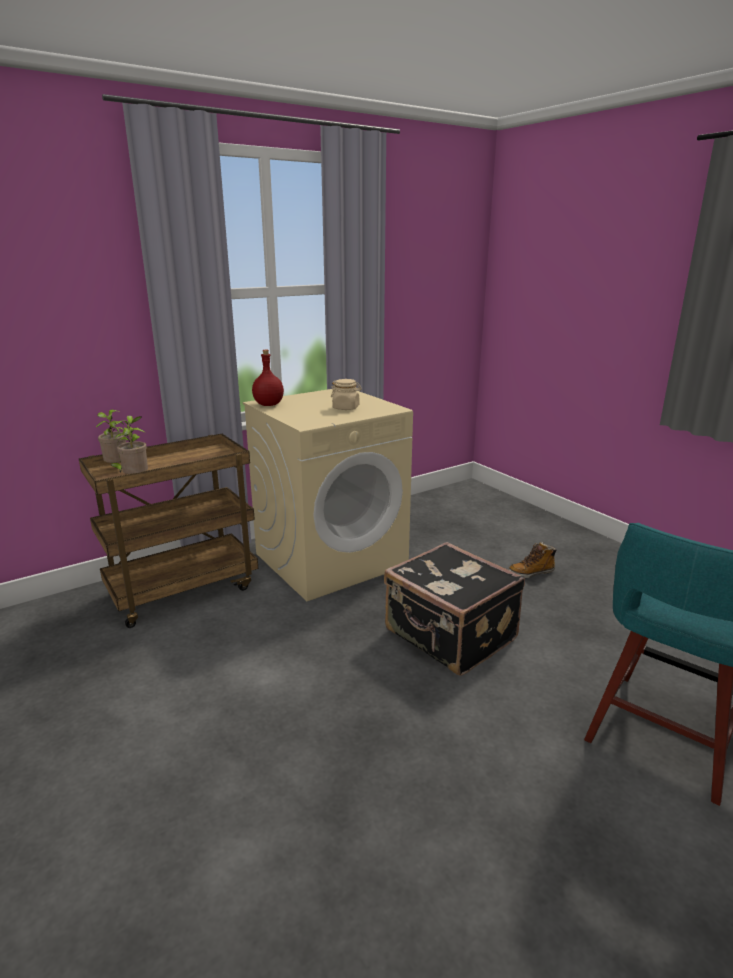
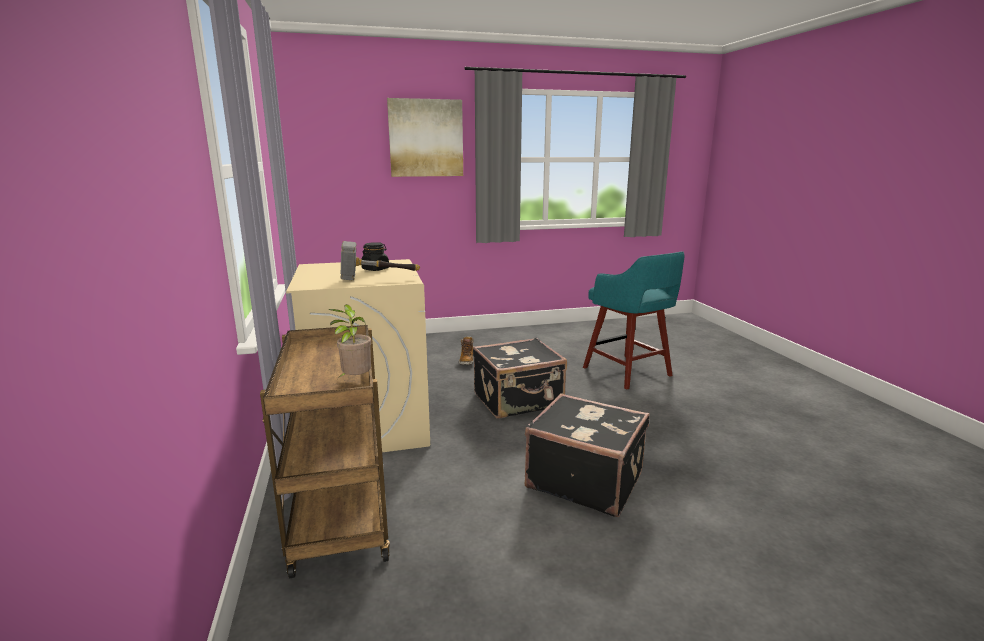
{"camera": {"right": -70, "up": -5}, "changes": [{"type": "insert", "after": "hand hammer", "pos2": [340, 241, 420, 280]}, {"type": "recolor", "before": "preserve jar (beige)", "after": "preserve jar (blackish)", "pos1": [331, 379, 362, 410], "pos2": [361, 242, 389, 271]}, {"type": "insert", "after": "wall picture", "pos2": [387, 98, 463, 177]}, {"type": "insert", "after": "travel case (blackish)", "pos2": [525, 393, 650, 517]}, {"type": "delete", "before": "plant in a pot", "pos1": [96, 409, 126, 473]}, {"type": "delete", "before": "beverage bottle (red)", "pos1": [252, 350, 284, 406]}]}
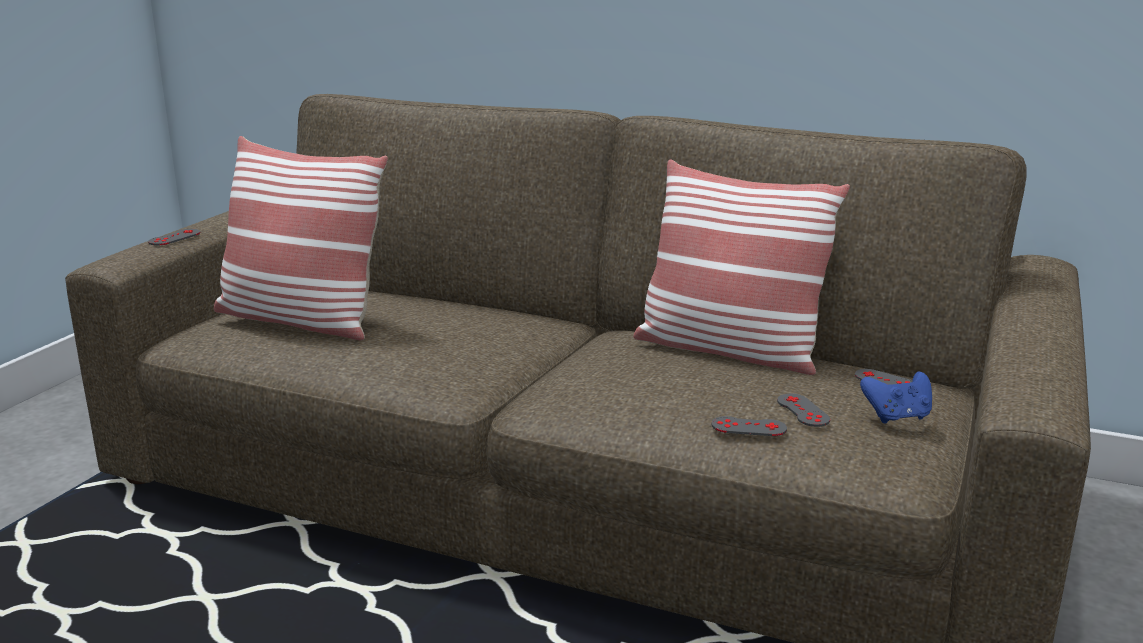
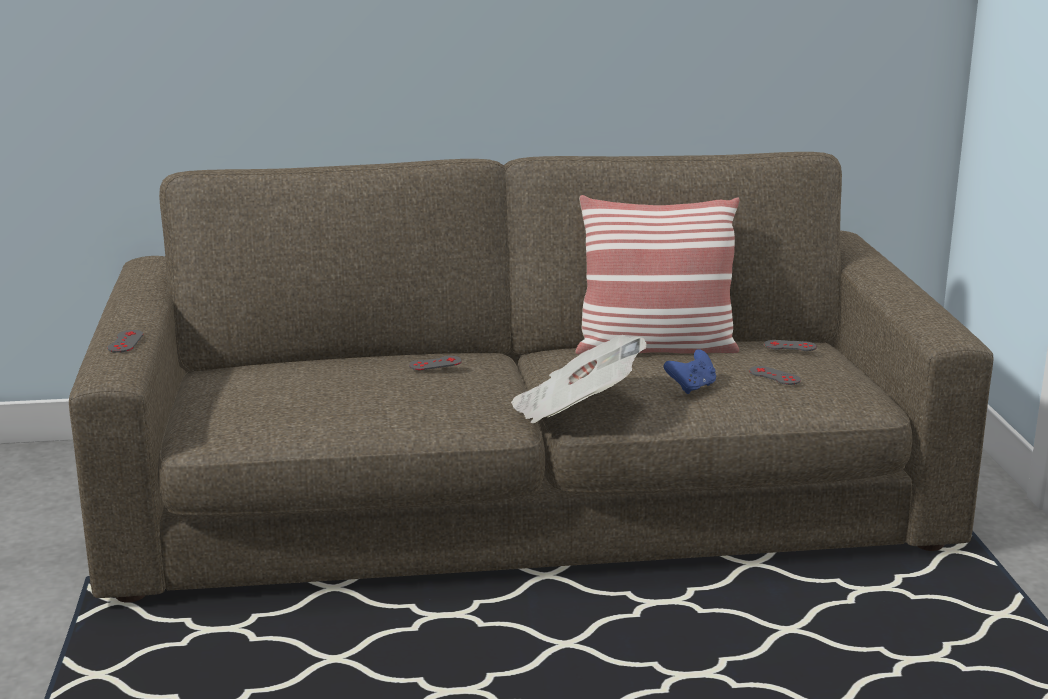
{"camera": {"right": -30, "up": 0}, "changes": [{"type": "move", "before": "game controller (grey)", "pos1": [712, 416, 787, 436], "pos2": [409, 356, 462, 370]}, {"type": "insert", "after": "printed paper", "pos2": [511, 335, 647, 423]}, {"type": "move", "before": "game controller (blue)", "pos1": [860, 371, 932, 424], "pos2": [664, 349, 716, 394]}, {"type": "delete", "before": "pillow", "pos1": [214, 136, 388, 341]}]}
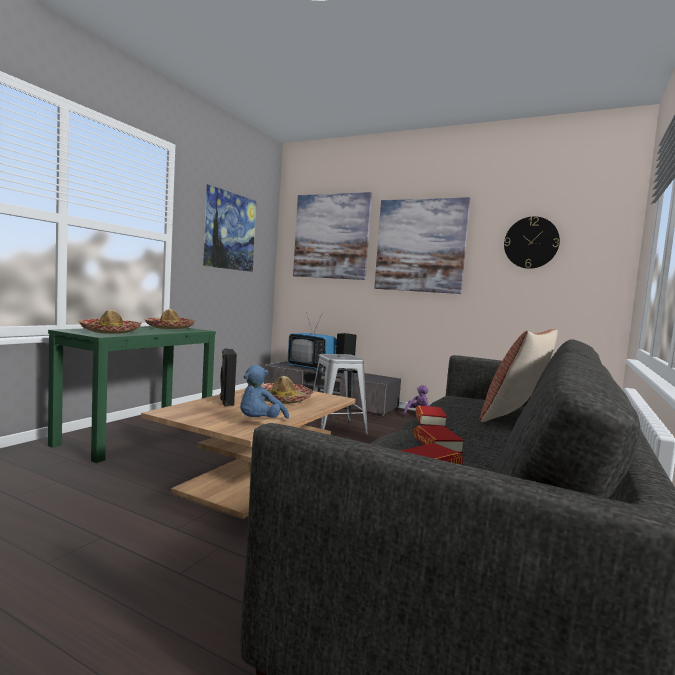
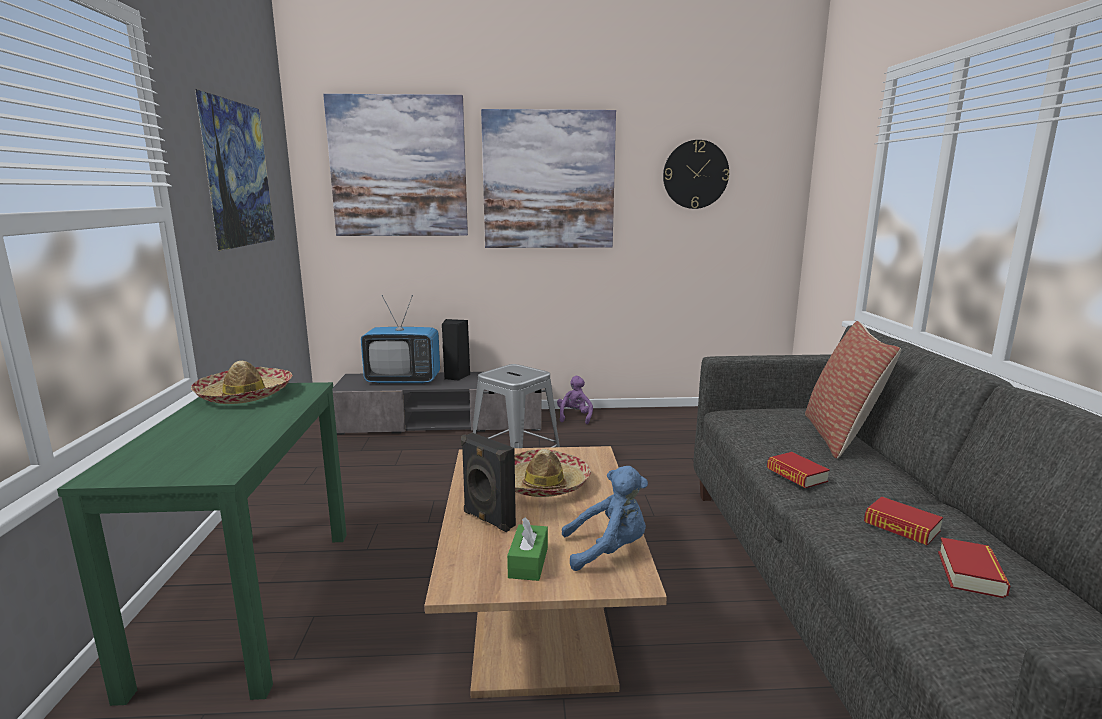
{"camera": {"right": -30, "up": 10}, "changes": [{"type": "insert", "after": "tissue box (greenish)", "pos2": [507, 517, 548, 581]}, {"type": "rotate", "before": "plush toy (blue)", "pos1": [240, 365, 289, 419], "pos2": [562, 466, 648, 571], "turn": -90}, {"type": "delete", "before": "hat", "pos1": [78, 309, 142, 334]}]}
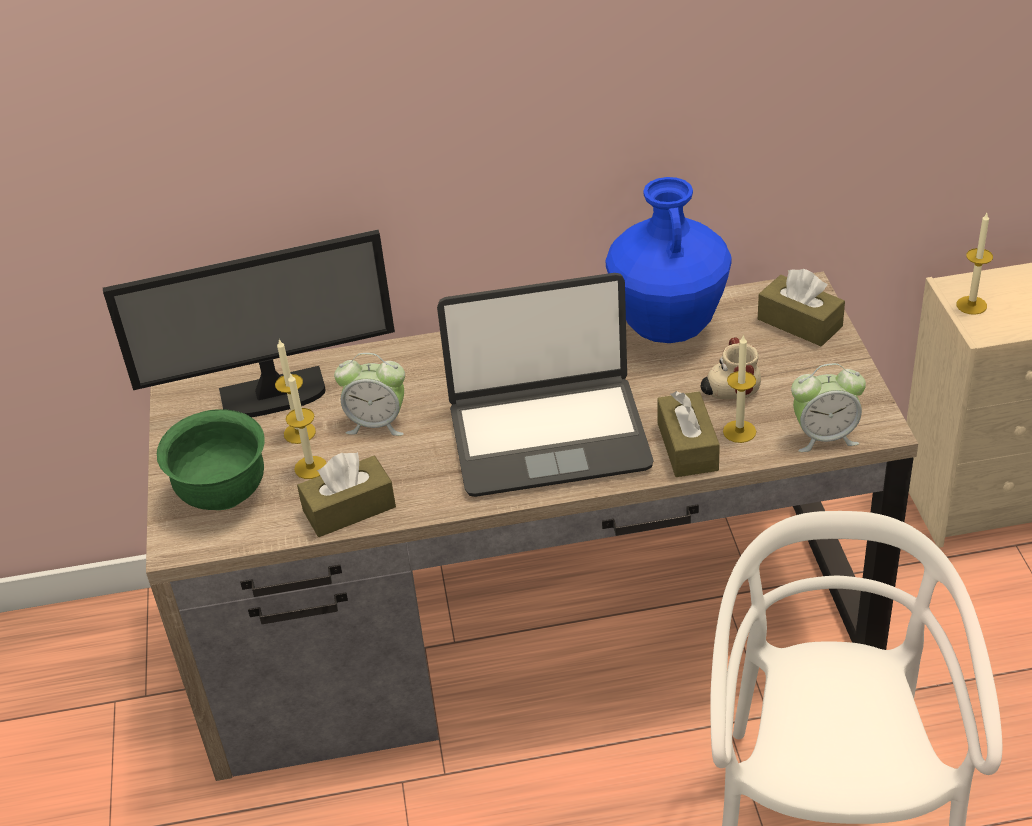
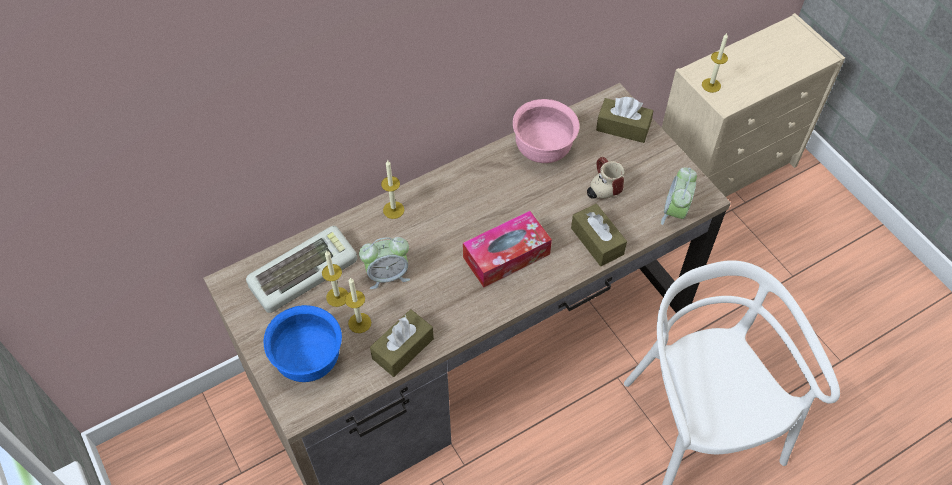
{"camera": {"right": -25, "up": 15}, "changes": [{"type": "replace", "before": "monitor", "after": "PC keyboard", "pos1": [103, 230, 395, 417], "pos2": [246, 226, 357, 313]}, {"type": "recolor", "before": "serving bowl (greenish)", "after": "serving bowl (blue)", "pos1": [157, 409, 265, 510], "pos2": [264, 305, 342, 382]}, {"type": "move", "before": "candle", "pos1": [723, 334, 756, 443], "pos2": [381, 160, 404, 219]}, {"type": "replace", "before": "notebook computer", "after": "tissue box", "pos1": [437, 273, 654, 497], "pos2": [463, 211, 552, 288]}, {"type": "replace", "before": "decorative vase (blue)", "after": "serving bowl (pinkish)", "pos1": [606, 177, 732, 343], "pos2": [513, 99, 580, 163]}, {"type": "rotate", "before": "table clock", "pos1": [791, 363, 866, 452], "pos2": [661, 167, 697, 225], "turn": 135}]}
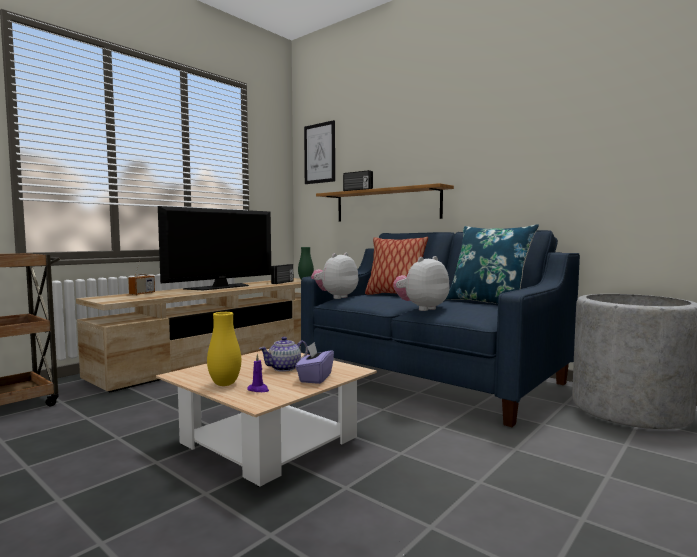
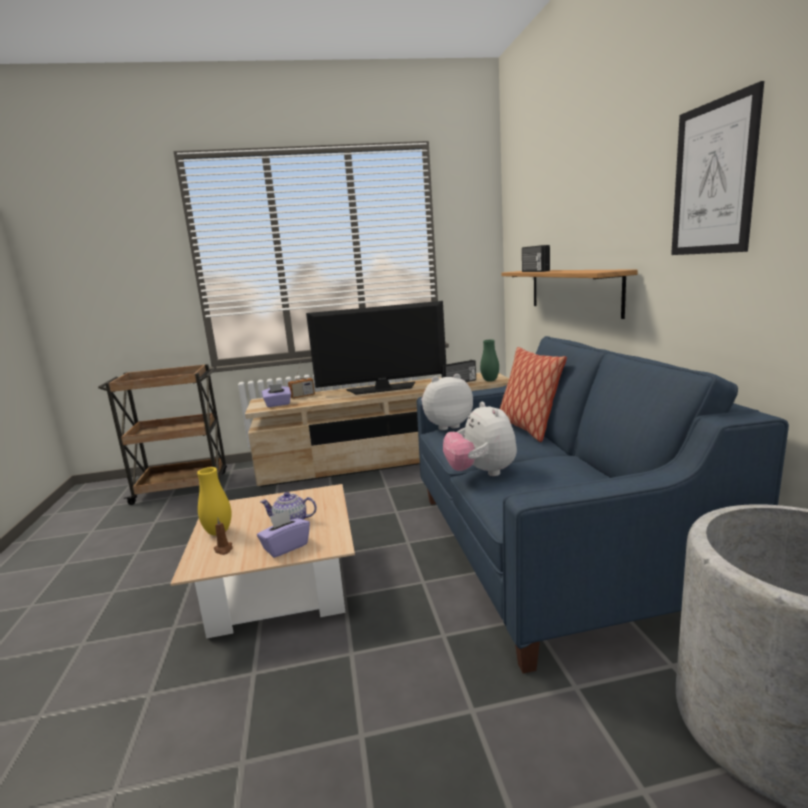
{"camera": {"right": 40, "up": 10}, "changes": [{"type": "recolor", "before": "candle (purple-coloured)", "after": "candle (brown-coloured)", "pos1": [247, 353, 269, 392], "pos2": [214, 518, 233, 555]}, {"type": "insert", "after": "tissue box (purple-coloured)", "pos2": [262, 384, 291, 407]}, {"type": "rotate", "before": "plush toy", "pos1": [393, 256, 450, 311], "pos2": [443, 402, 517, 476], "turn": -105}, {"type": "move", "before": "wall picture", "pos1": [304, 120, 335, 184], "pos2": [671, 81, 764, 255]}, {"type": "delete", "before": "pillow (blue)", "pos1": [445, 224, 539, 304]}]}
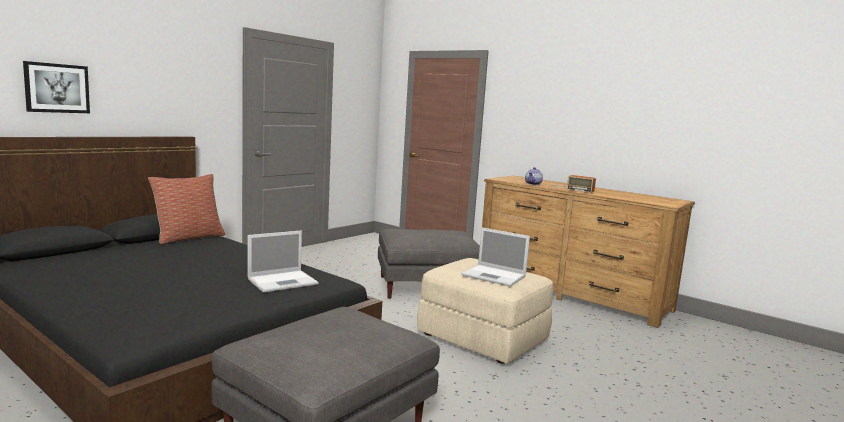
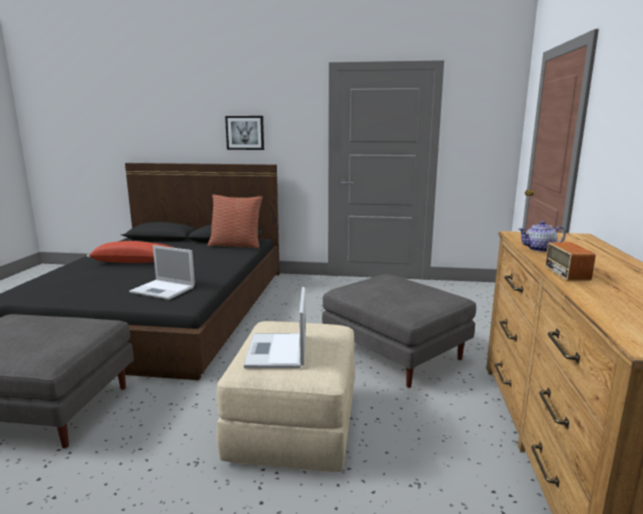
{"camera": {"right": 60, "up": 5}, "changes": [{"type": "insert", "after": "pillow (red)", "pos2": [87, 241, 174, 263]}, {"type": "move", "before": "wall picture", "pos1": [23, 61, 90, 113], "pos2": [225, 116, 264, 150]}]}
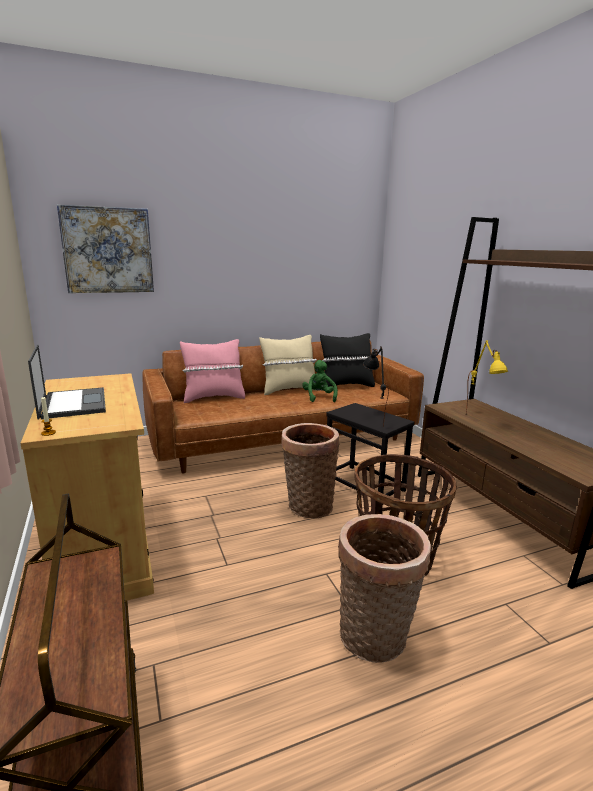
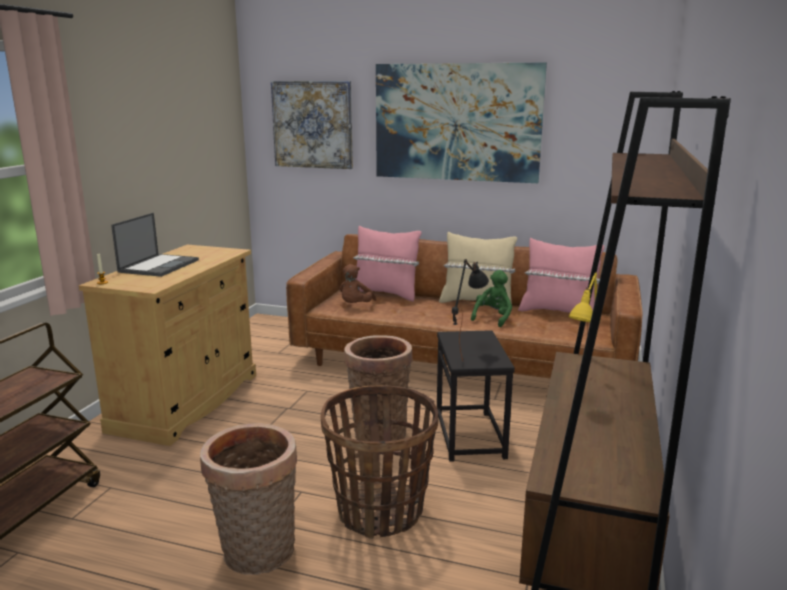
{"camera": {"right": 40, "up": 0}, "changes": [{"type": "insert", "after": "plush toy (brown-coloured)", "pos2": [339, 264, 376, 303]}, {"type": "insert", "after": "wall picture", "pos2": [376, 62, 547, 183]}, {"type": "recolor", "before": "pillow (blackish)", "after": "pillow (pinkish)", "pos1": [320, 333, 375, 387], "pos2": [518, 238, 604, 313]}]}
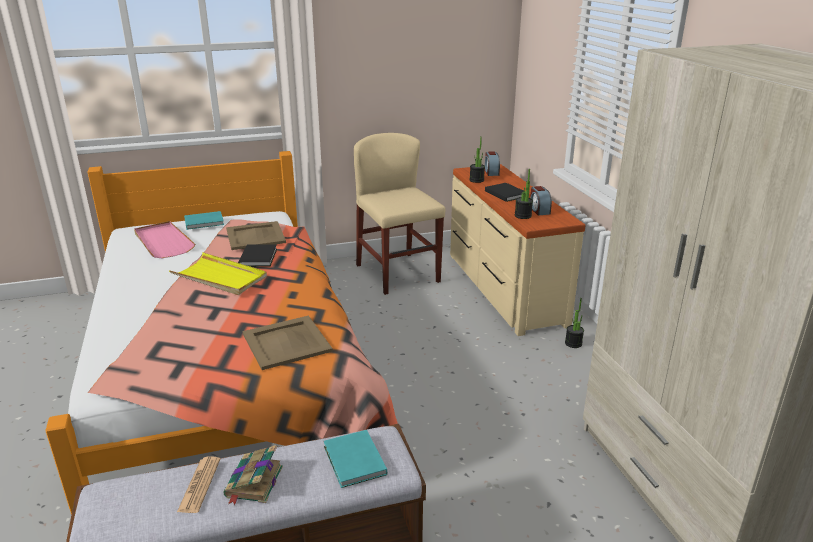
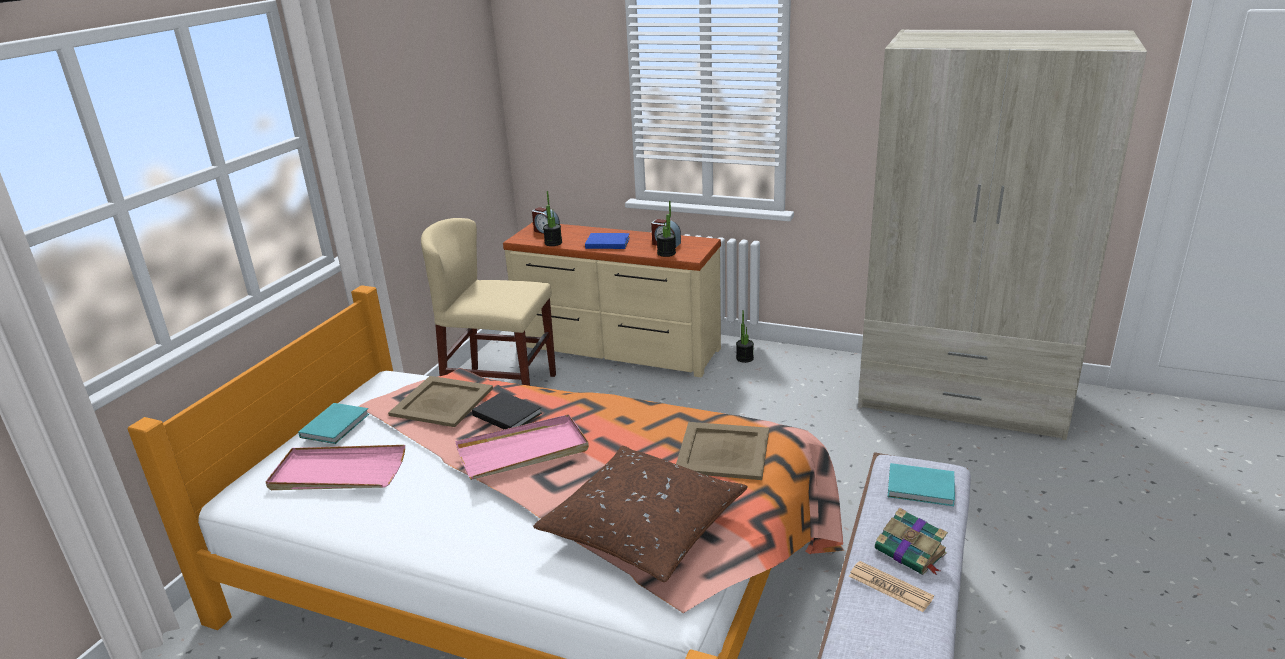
{"camera": {"right": -50, "up": 0}, "changes": [{"type": "recolor", "before": "tray (yellowish)", "after": "tray (pinkish)", "pos1": [169, 252, 267, 295], "pos2": [455, 414, 589, 480]}, {"type": "insert", "after": "pillow (brown-coloured)", "pos2": [533, 446, 748, 582]}, {"type": "recolor", "before": "book (blackish)", "after": "book (blue)", "pos1": [485, 183, 523, 202], "pos2": [585, 233, 630, 249]}]}
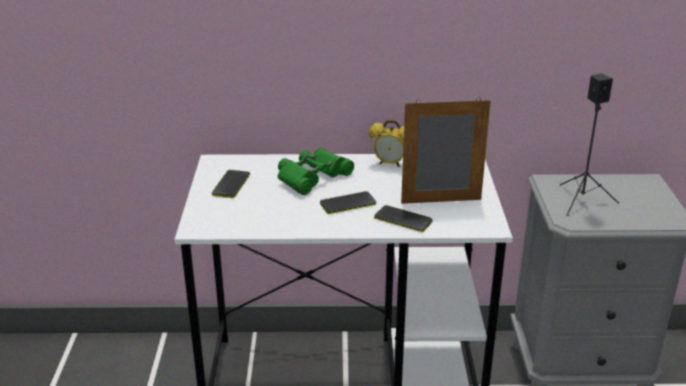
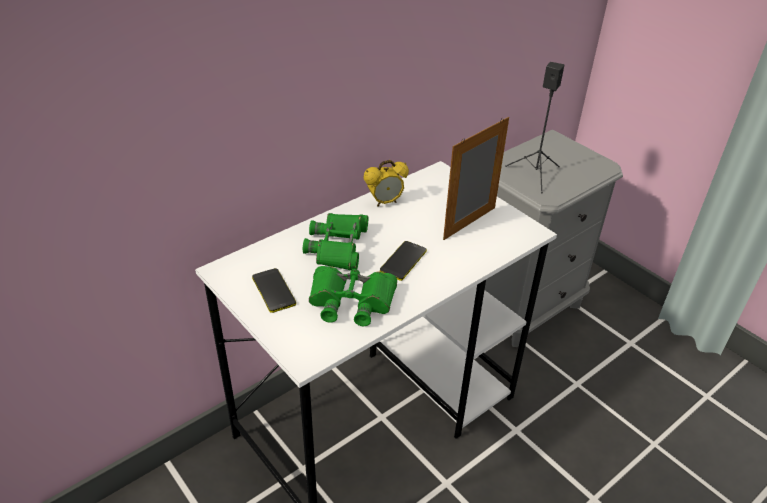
{"camera": {"right": -40, "up": 10}, "changes": [{"type": "insert", "after": "binoculars (greenish)", "pos2": [309, 266, 397, 326]}, {"type": "delete", "before": "telephone", "pos1": [374, 205, 433, 232]}]}
